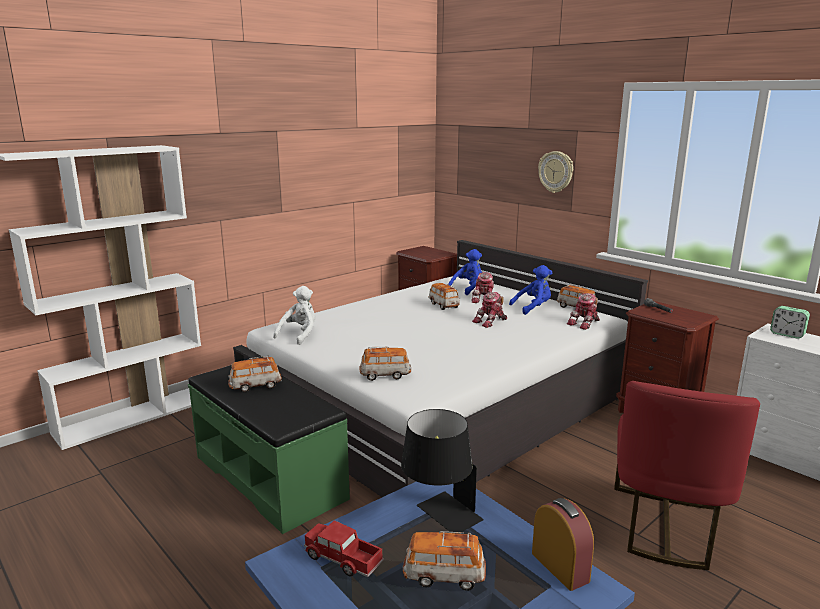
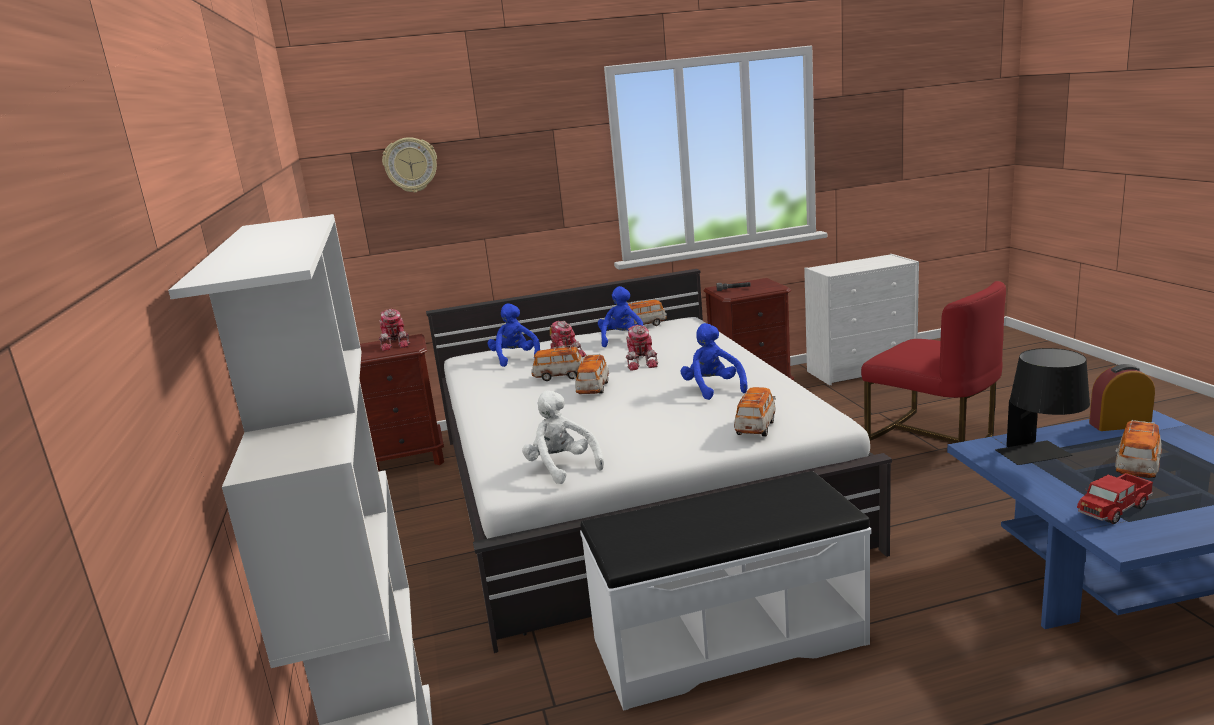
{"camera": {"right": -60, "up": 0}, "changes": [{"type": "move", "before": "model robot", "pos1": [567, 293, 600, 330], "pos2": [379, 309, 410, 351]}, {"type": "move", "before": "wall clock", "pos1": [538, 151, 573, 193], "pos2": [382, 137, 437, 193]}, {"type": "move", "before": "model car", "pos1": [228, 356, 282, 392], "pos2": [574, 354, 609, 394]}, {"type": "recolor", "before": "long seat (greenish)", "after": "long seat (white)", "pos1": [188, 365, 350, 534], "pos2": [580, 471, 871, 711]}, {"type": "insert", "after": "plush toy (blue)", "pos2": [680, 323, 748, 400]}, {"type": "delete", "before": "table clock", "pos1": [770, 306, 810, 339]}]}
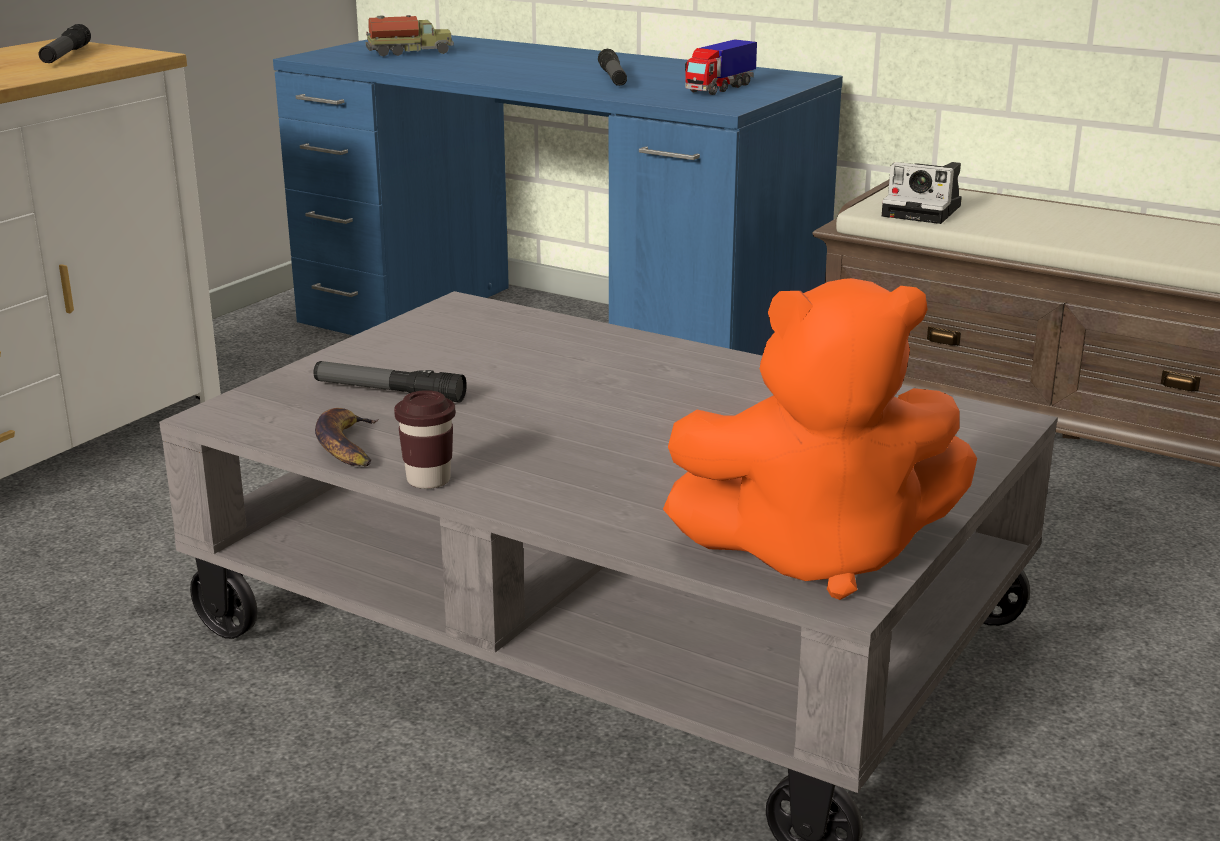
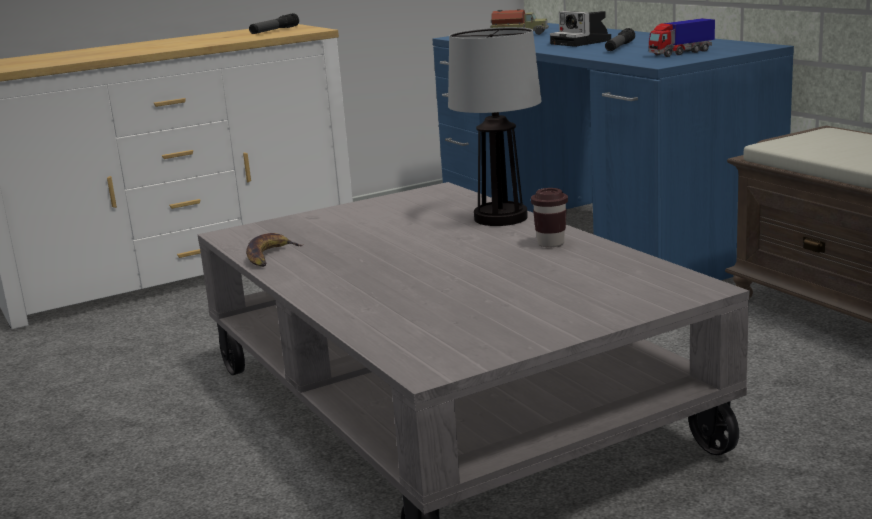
{"camera": {"right": 30, "up": -5}, "changes": [{"type": "insert", "after": "lamp for a table", "pos2": [448, 27, 541, 226]}, {"type": "move", "before": "drinking cup (brown-coloured)", "pos1": [394, 390, 456, 489], "pos2": [531, 188, 568, 248]}, {"type": "move", "before": "still camera", "pos1": [882, 162, 962, 224], "pos2": [550, 11, 611, 47]}, {"type": "delete", "before": "hand torch", "pos1": [314, 361, 467, 403]}, {"type": "delete", "before": "plush toy (orange)", "pos1": [663, 278, 977, 600]}]}
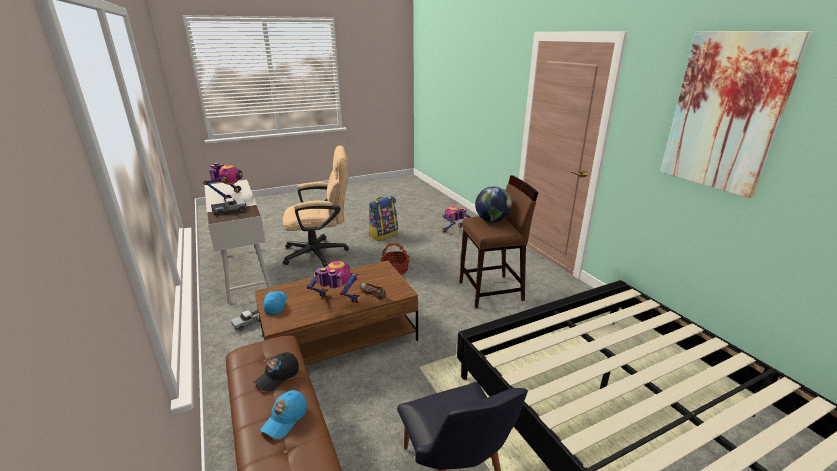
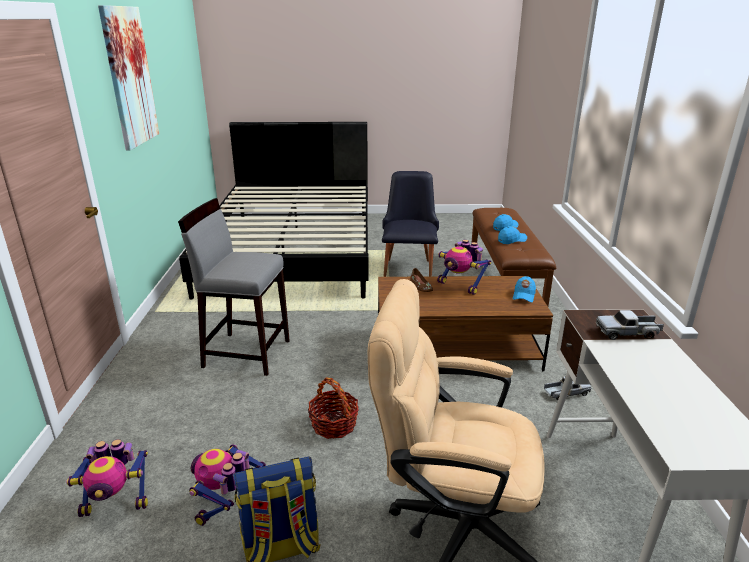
{"camera": {"right": -155, "up": 0}, "changes": [{"type": "recolor", "before": "stool (brown-coloured)", "after": "stool (grey)", "pos1": [460, 175, 538, 308], "pos2": [178, 198, 290, 376]}, {"type": "move", "before": "model robot", "pos1": [203, 163, 243, 201], "pos2": [189, 445, 266, 526]}, {"type": "recolor", "before": "cap (blackish)", "after": "cap (blue)", "pos1": [254, 352, 299, 391], "pos2": [498, 226, 527, 244]}, {"type": "delete", "before": "world globe", "pos1": [475, 186, 512, 222]}]}
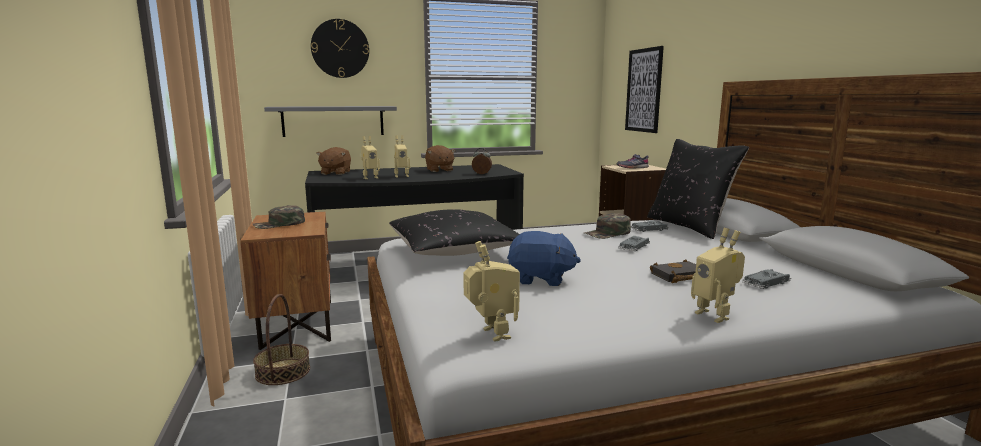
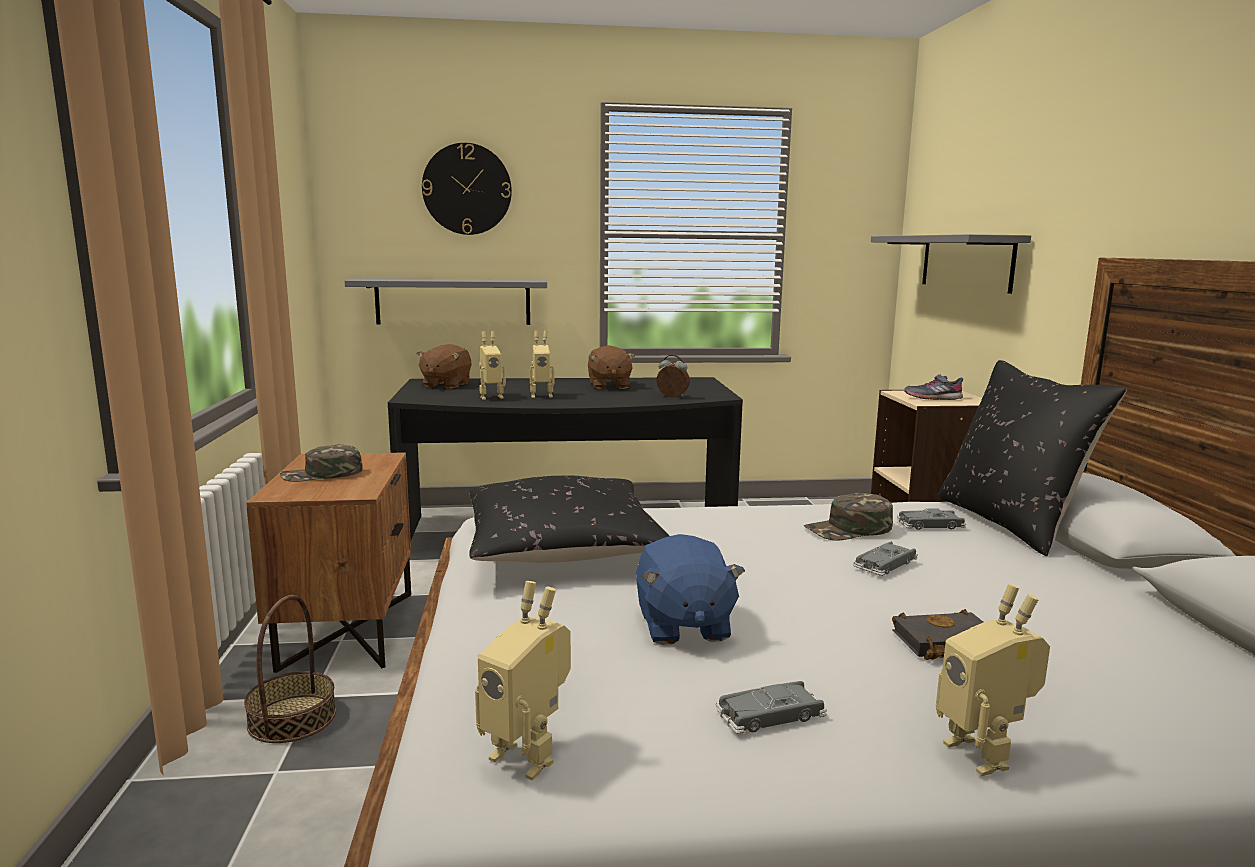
{"camera": {"right": 10, "up": 0}, "changes": [{"type": "rotate", "before": "model robot", "pos1": [463, 241, 520, 342], "pos2": [475, 581, 571, 780], "turn": 135}, {"type": "rotate", "before": "plush toy (blue)", "pos1": [507, 231, 581, 286], "pos2": [636, 534, 745, 645], "turn": 60}, {"type": "move", "before": "model car (grey)", "pos1": [742, 269, 791, 289], "pos2": [716, 681, 827, 734]}, {"type": "replace", "before": "wall picture", "after": "wall shelf (grey)", "pos1": [625, 46, 664, 133], "pos2": [871, 234, 1031, 294]}]}
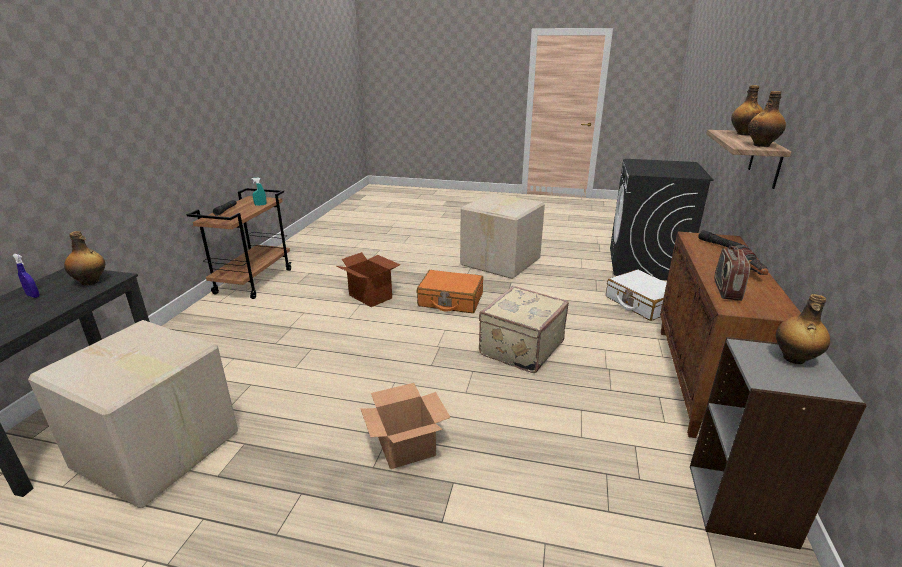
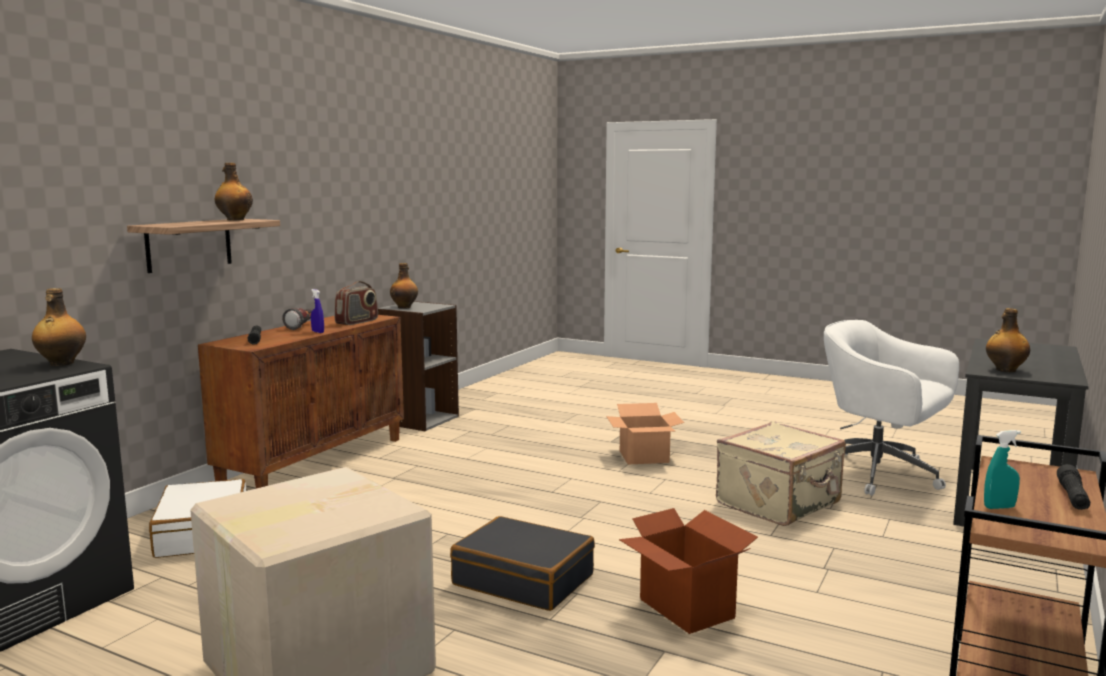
{"camera": {"right": -165, "up": -15}, "changes": [{"type": "move", "before": "beverage bottle", "pos1": [731, 85, 763, 136], "pos2": [32, 288, 86, 366]}, {"type": "move", "before": "sprayer (blue)", "pos1": [13, 254, 40, 298], "pos2": [311, 289, 324, 333]}, {"type": "recolor", "before": "travel case (orange)", "after": "travel case (blackish)", "pos1": [417, 270, 483, 313], "pos2": [450, 516, 595, 611]}, {"type": "move", "before": "travel case (beige)", "pos1": [479, 286, 569, 373], "pos2": [716, 421, 846, 526]}, {"type": "replace", "before": "carton", "after": "desk chair (white)", "pos1": [28, 320, 238, 508], "pos2": [824, 320, 959, 496]}]}
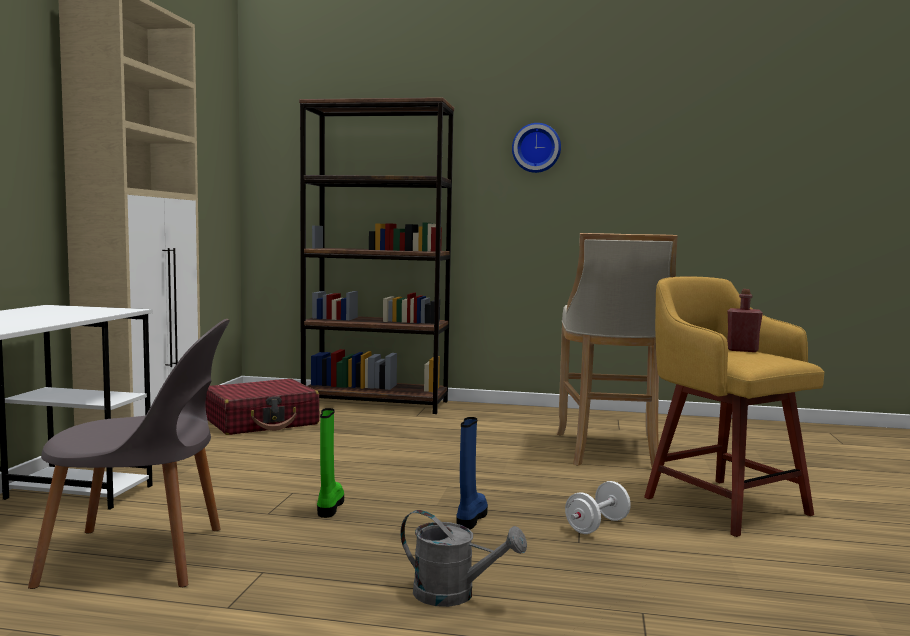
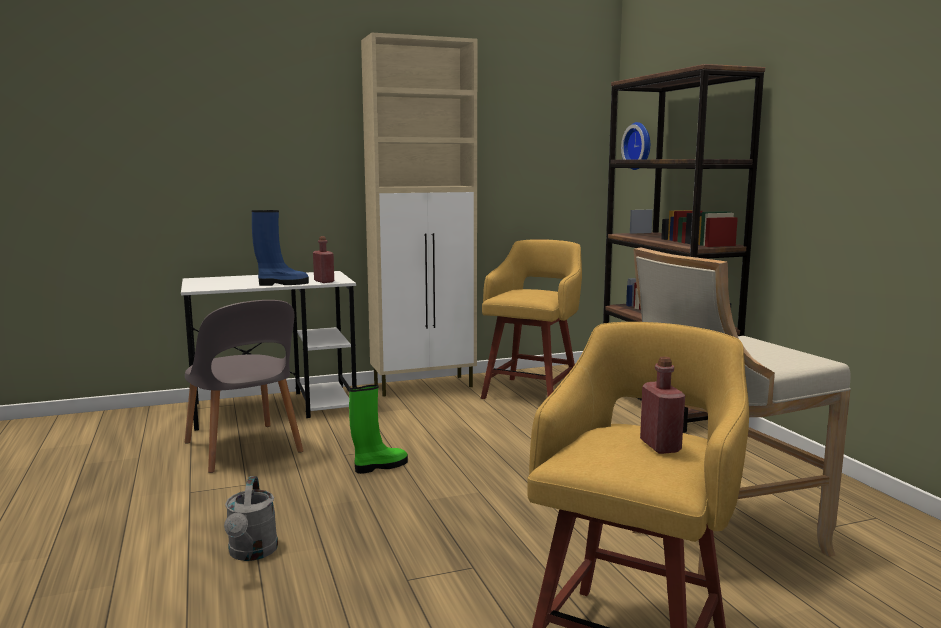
{"camera": {"right": 60, "up": 5}, "changes": [{"type": "move", "before": "boot (blue)", "pos1": [456, 417, 488, 529], "pos2": [252, 210, 309, 286]}, {"type": "insert", "after": "beverage bottle (red)", "pos2": [313, 236, 334, 283]}, {"type": "replace", "before": "travel case (red)", "after": "stool (yellowish)", "pos1": [206, 379, 319, 435], "pos2": [481, 239, 582, 399]}, {"type": "move", "before": "wall clock", "pos1": [512, 123, 561, 173], "pos2": [621, 122, 650, 170]}, {"type": "delete", "before": "dumbbell (white)", "pos1": [565, 481, 631, 534]}]}
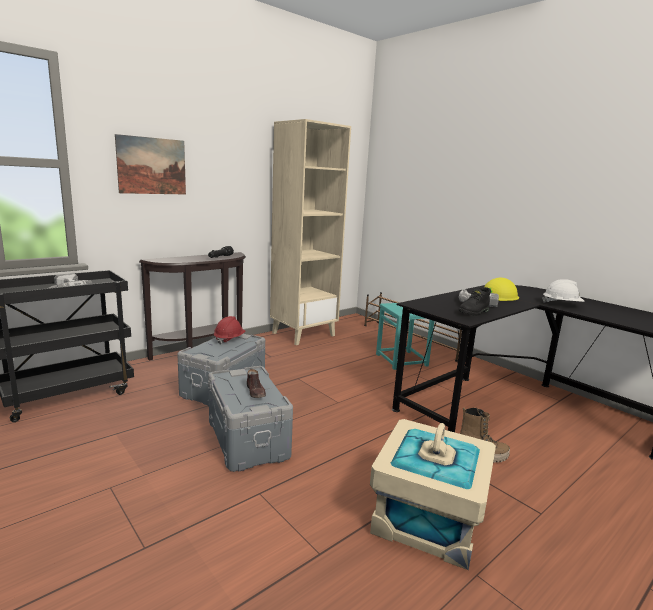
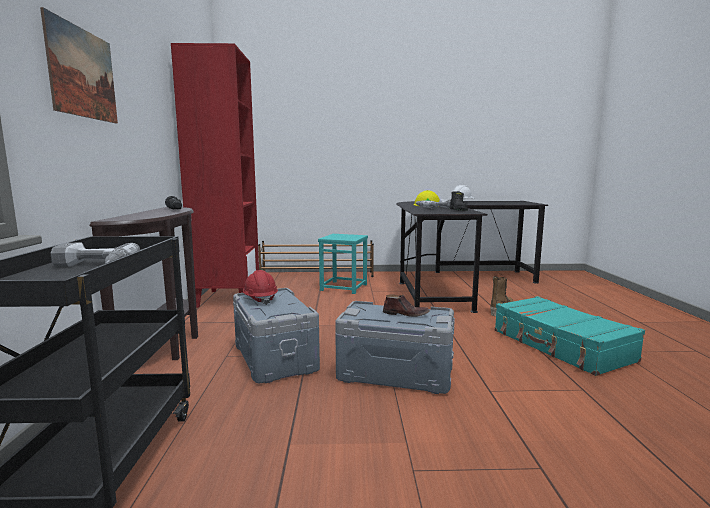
{"camera": {"right": -50, "up": -5}, "changes": [{"type": "recolor", "before": "bookcase (beige)", "after": "bookcase (red)", "pos1": [270, 119, 351, 345], "pos2": [171, 43, 259, 308]}, {"type": "replace", "before": "storage container (beige)", "after": "travel case (turquoise)", "pos1": [370, 419, 496, 570], "pos2": [495, 296, 645, 376]}]}
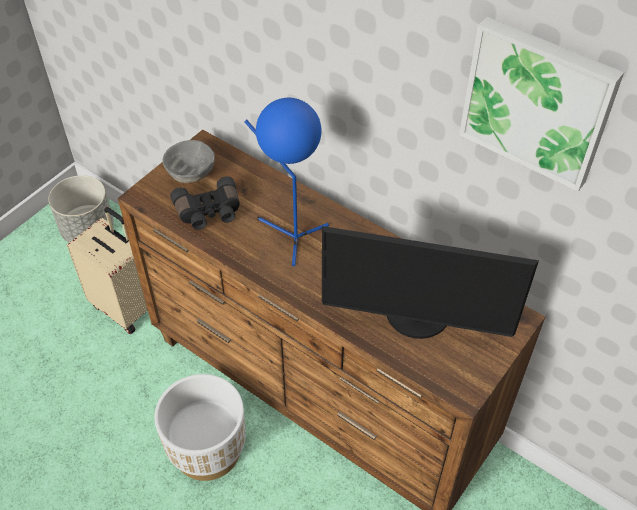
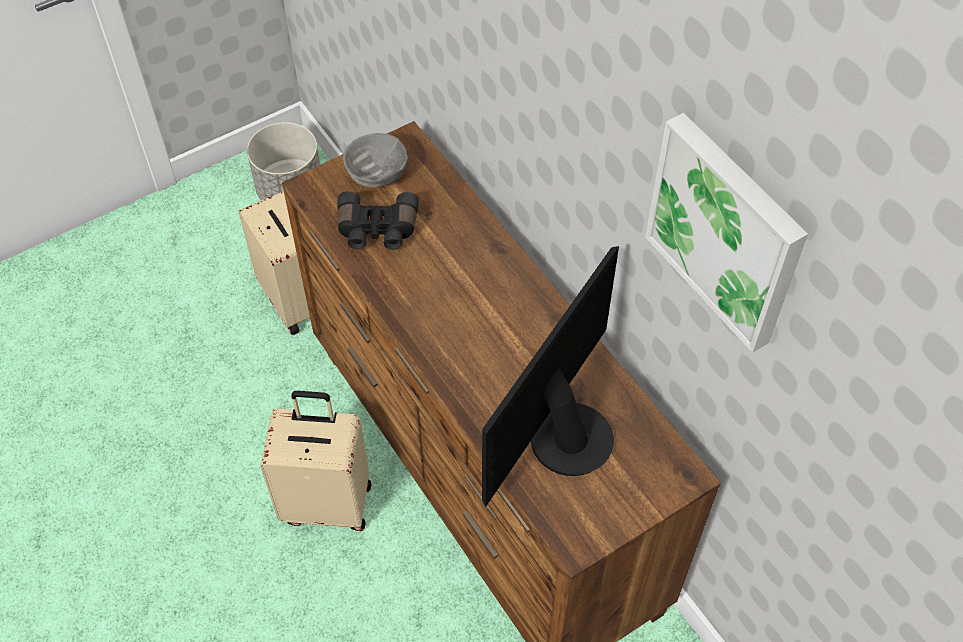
{"camera": {"right": 20, "up": 5}, "changes": [{"type": "replace", "before": "planter (white)", "after": "travel case (beige)", "pos1": [155, 374, 246, 481], "pos2": [260, 391, 372, 531]}, {"type": "rotate", "before": "monitor", "pos1": [322, 226, 539, 339], "pos2": [482, 246, 619, 507], "turn": 90}, {"type": "delete", "before": "lamp for a table (blue)", "pos1": [244, 98, 329, 266]}]}
